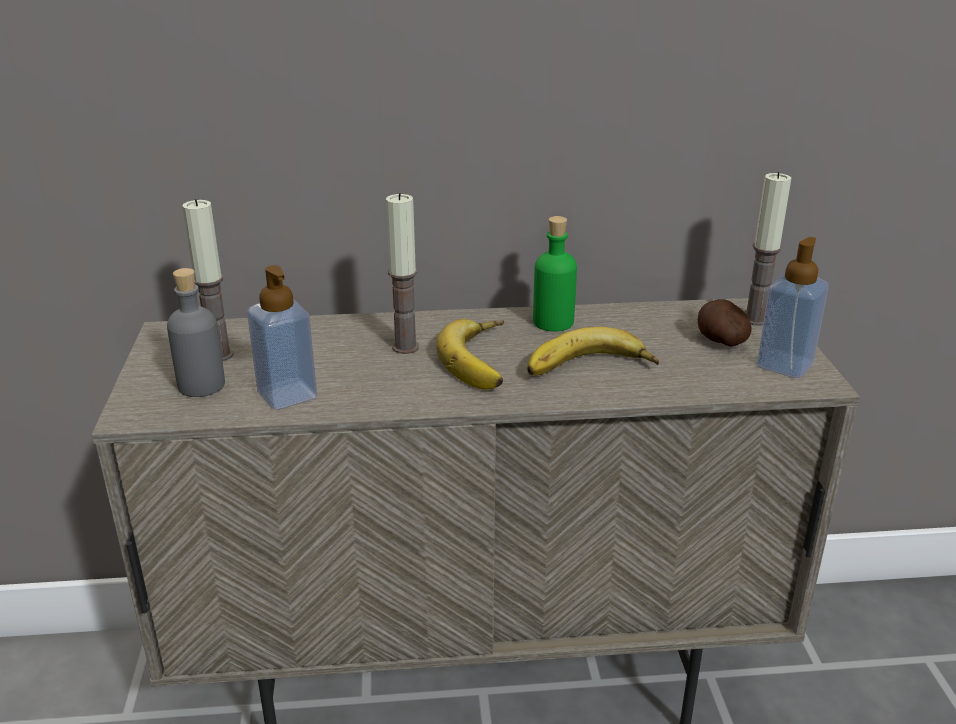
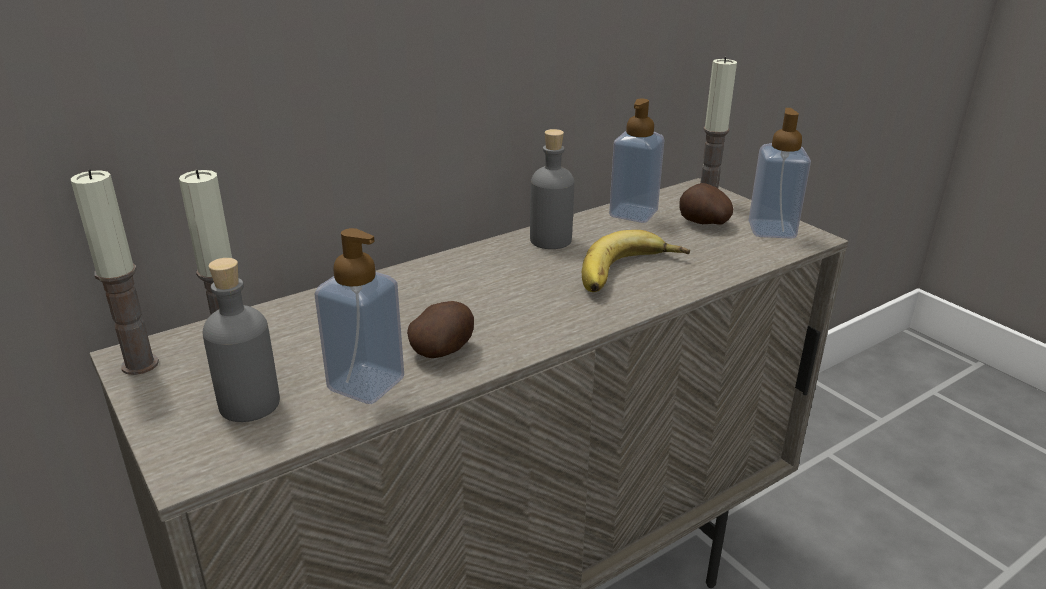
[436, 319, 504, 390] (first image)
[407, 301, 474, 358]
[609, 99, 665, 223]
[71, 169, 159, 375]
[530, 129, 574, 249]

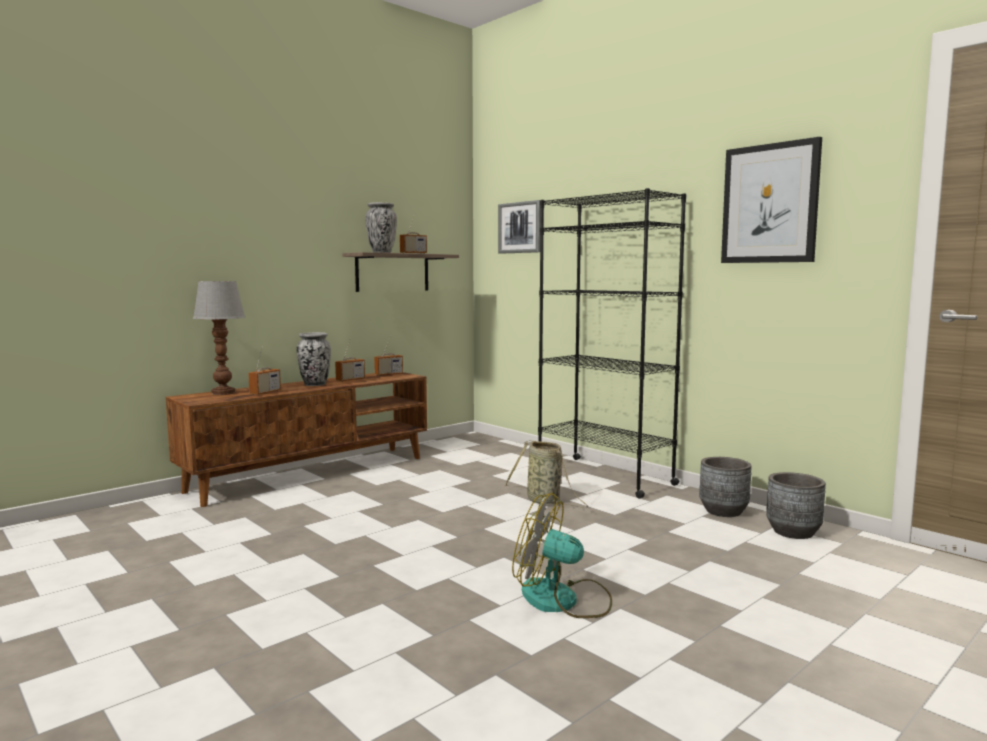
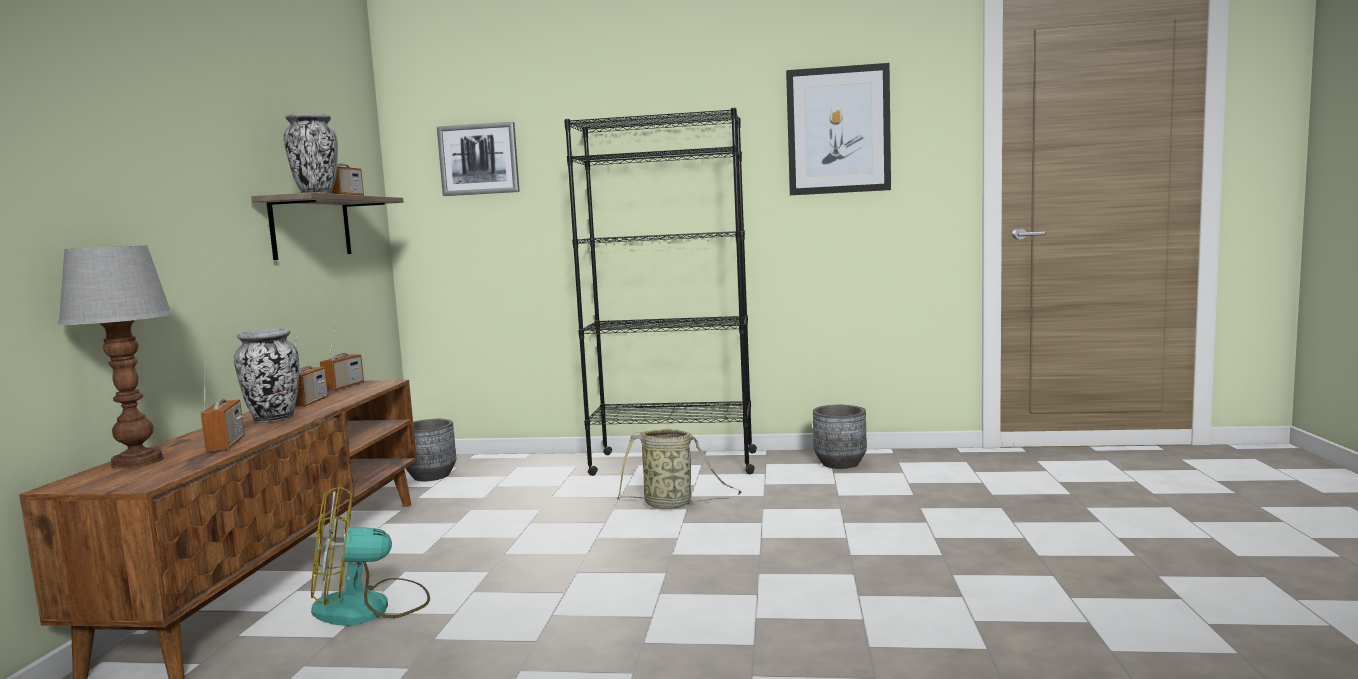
[311, 486, 430, 626]
[405, 419, 456, 481]

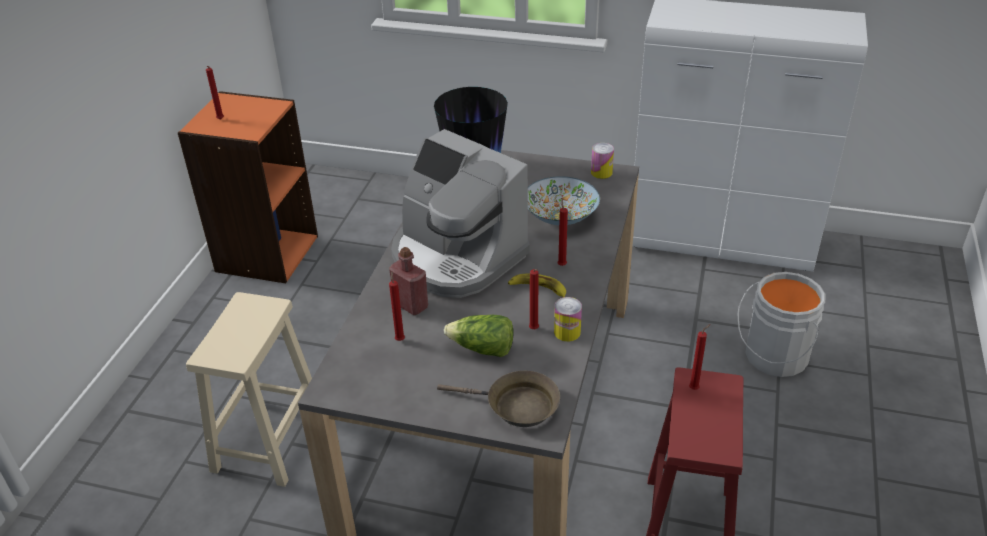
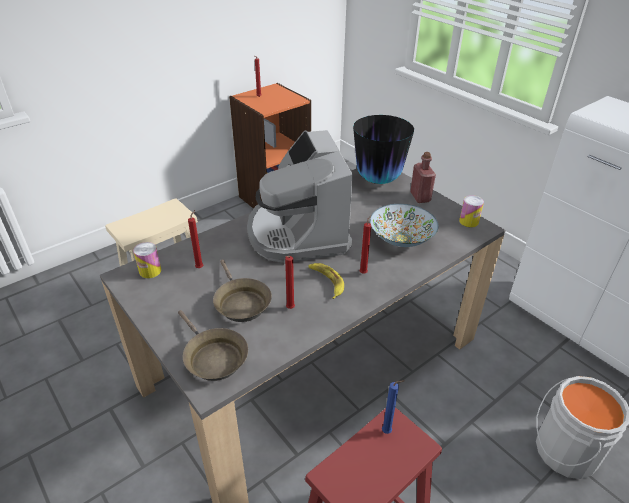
[410, 152, 436, 203]
[133, 242, 161, 278]
[213, 259, 272, 322]
[382, 380, 404, 434]

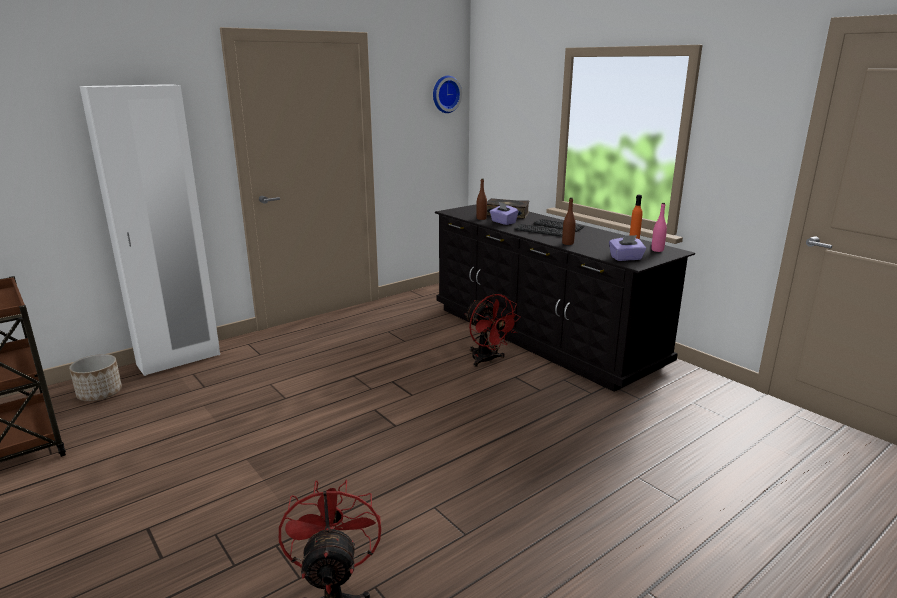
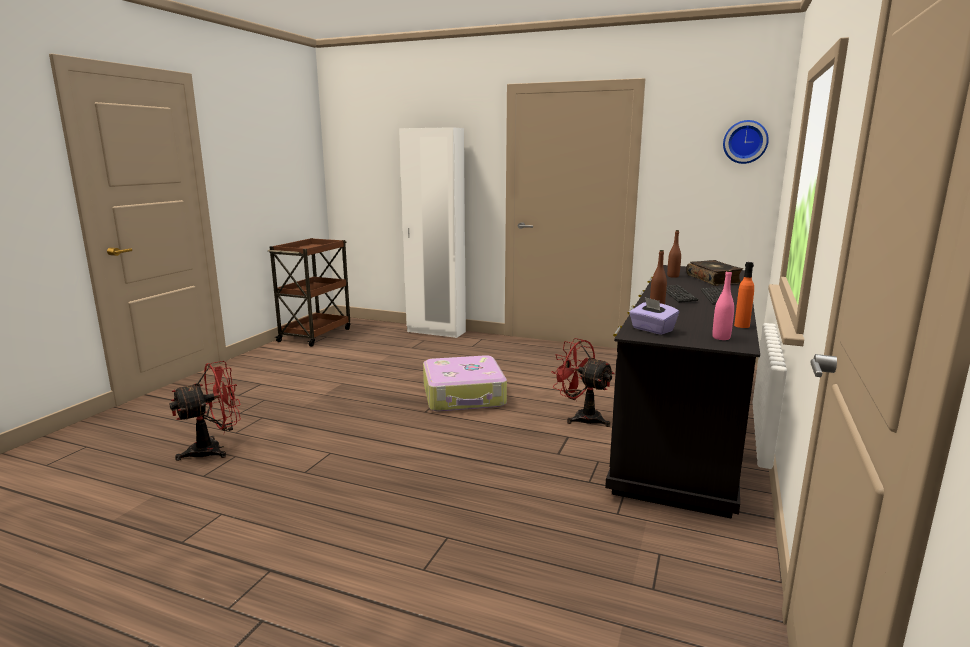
[69, 354, 122, 401] (first image)
[490, 202, 519, 225] (first image)
[423, 355, 507, 412]
[551, 338, 615, 427]

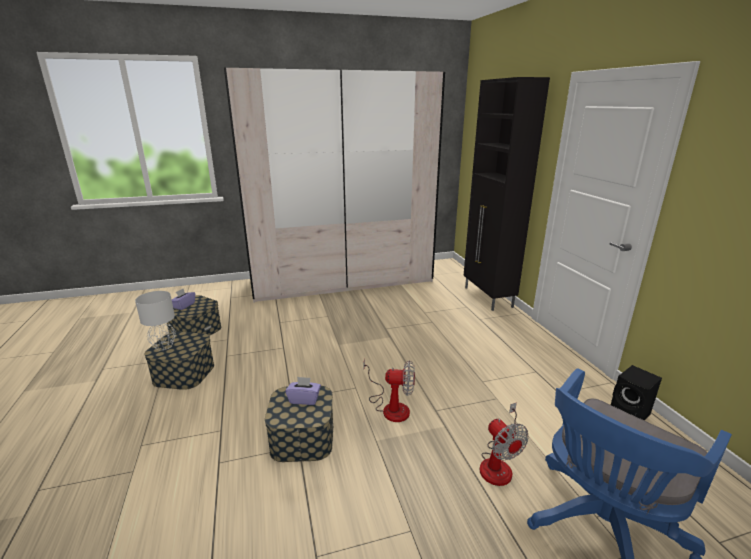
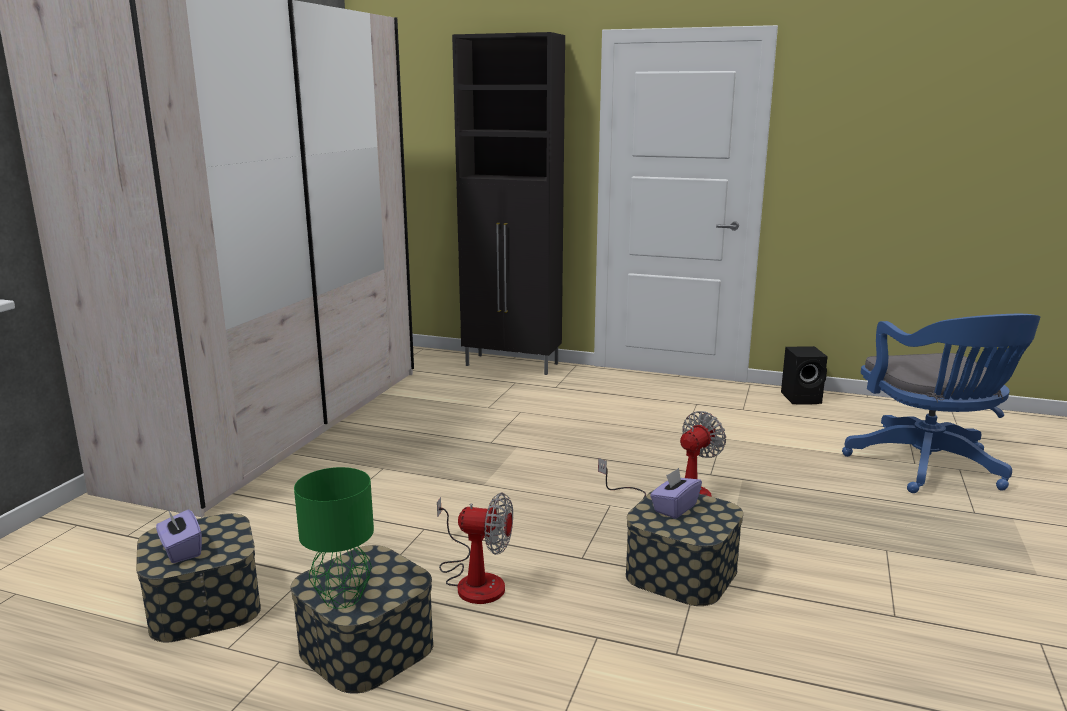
[437, 493, 513, 604]
[294, 467, 374, 609]

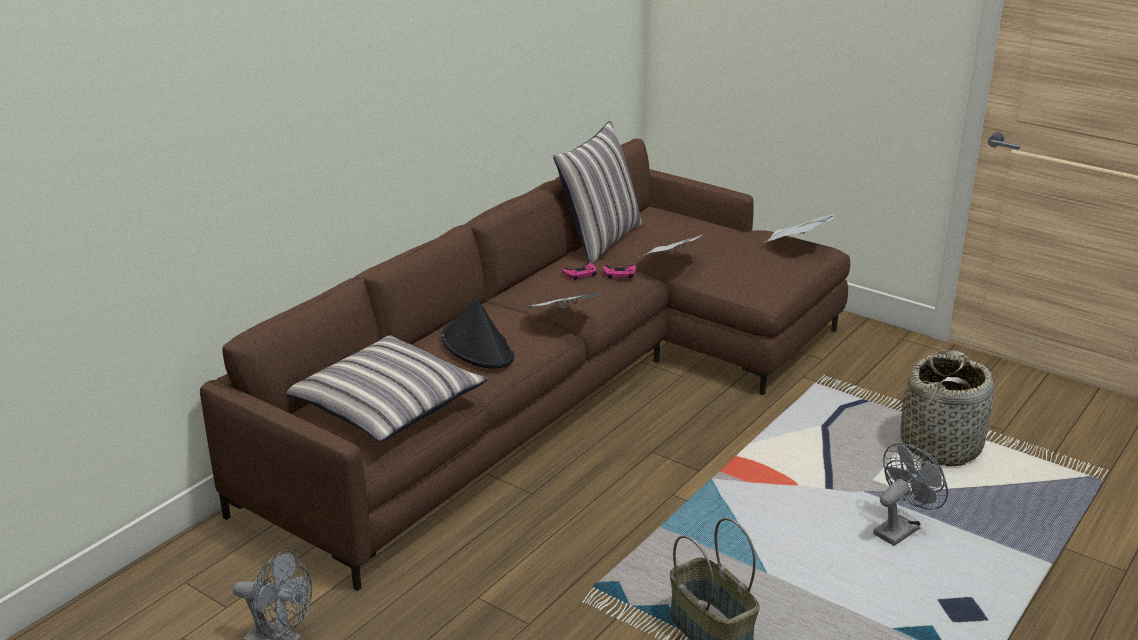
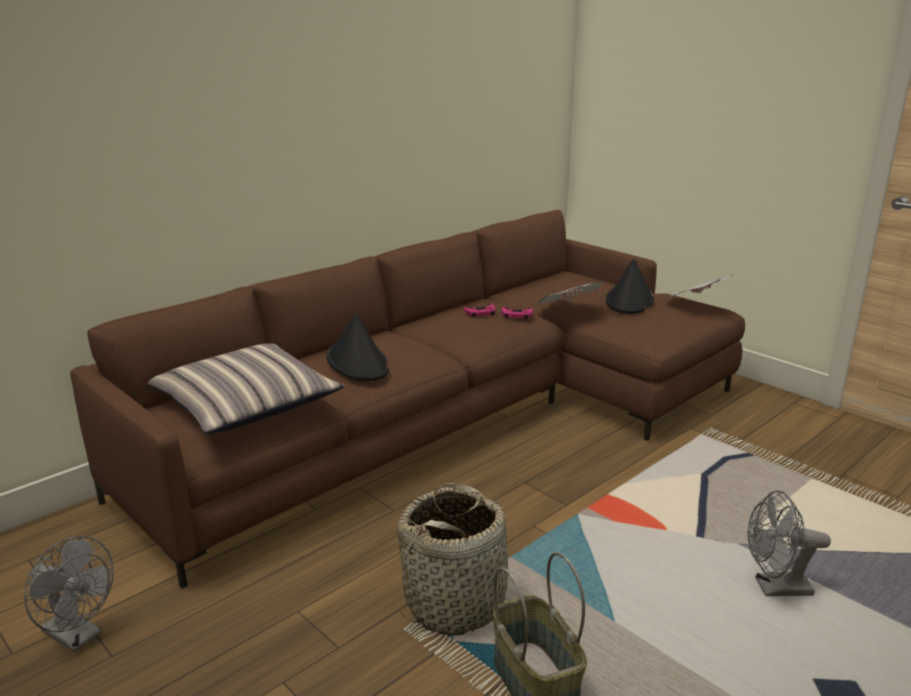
[526, 293, 601, 309] (first image)
[553, 121, 643, 264] (first image)
[606, 258, 654, 314]
[397, 483, 516, 636]
[747, 490, 831, 596]

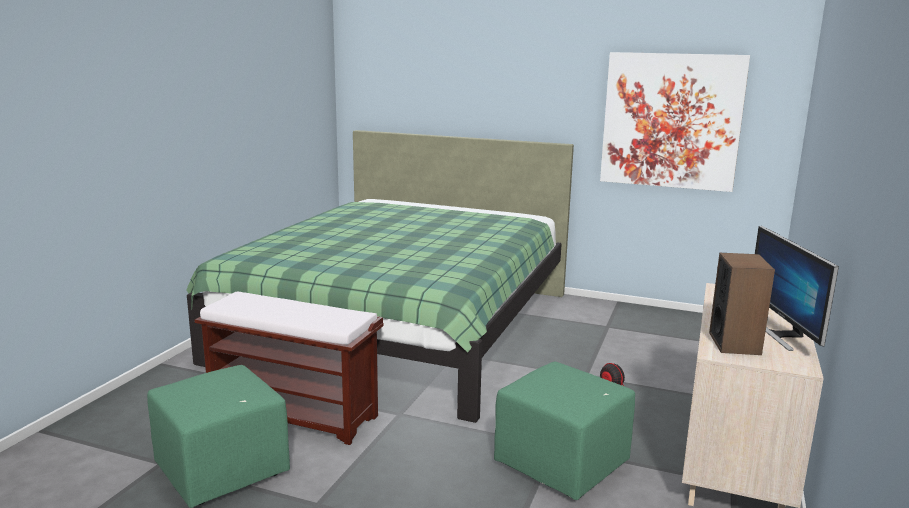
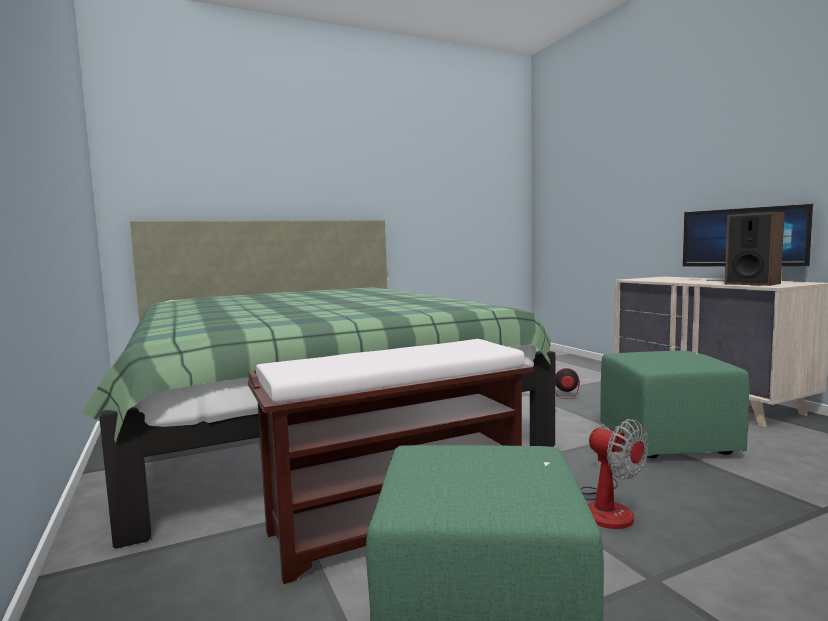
[600, 52, 750, 192] (first image)
[581, 419, 648, 529]

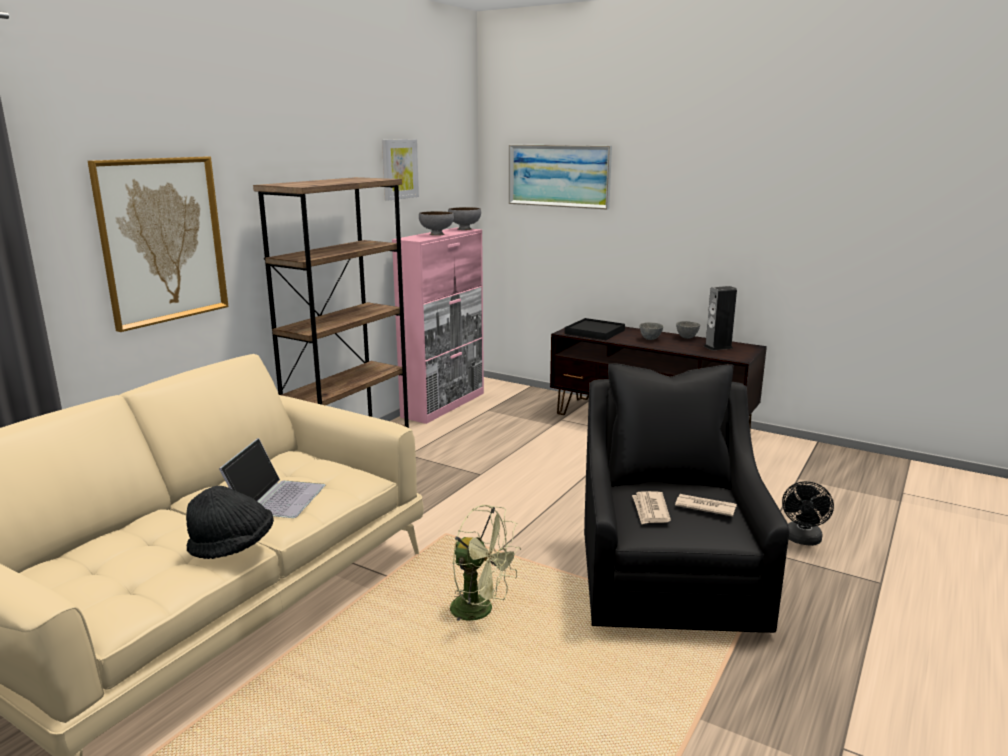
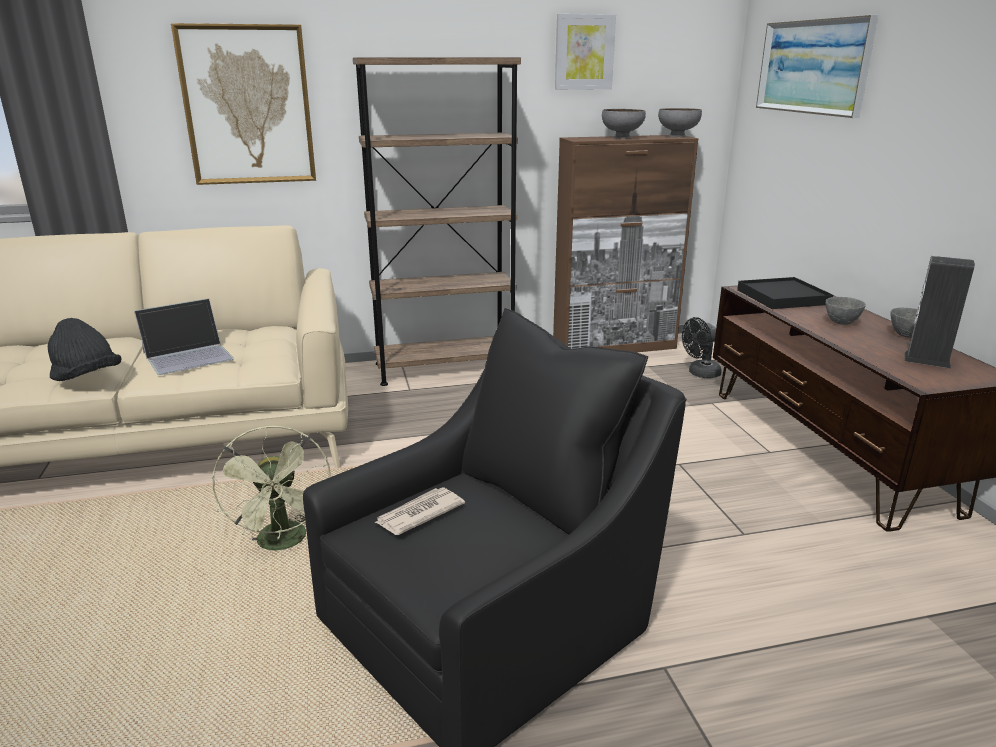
[675, 494, 737, 517] (first image)
[682, 317, 722, 378]
[553, 135, 698, 352]

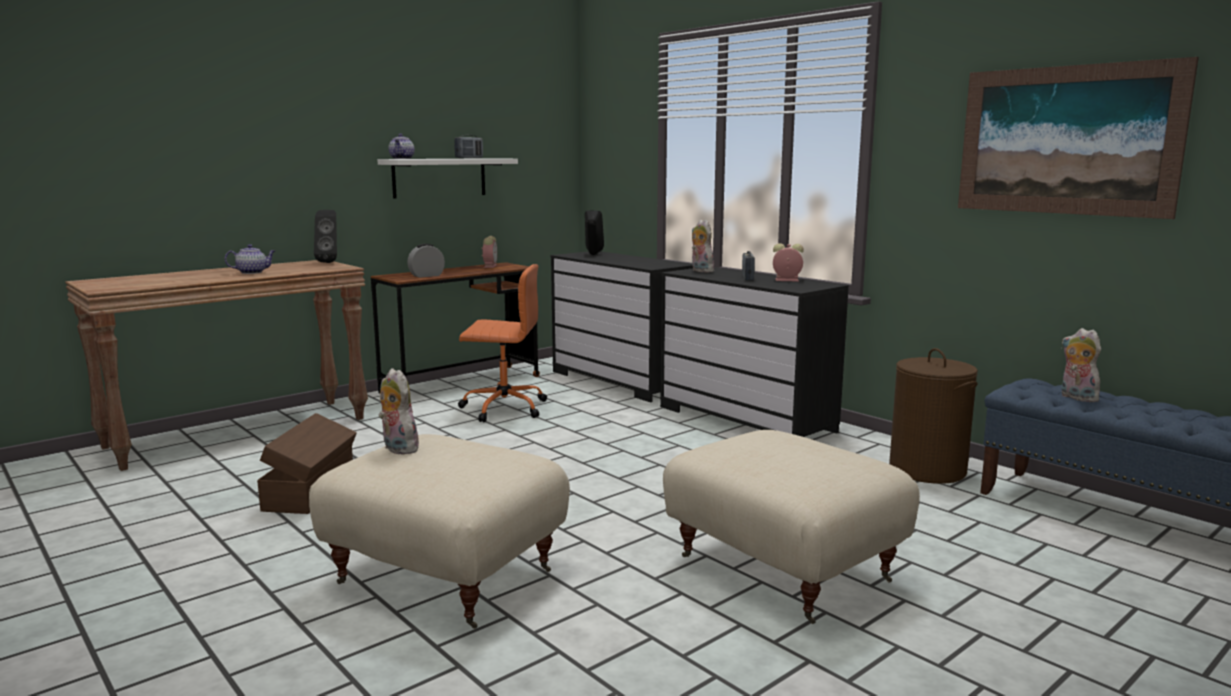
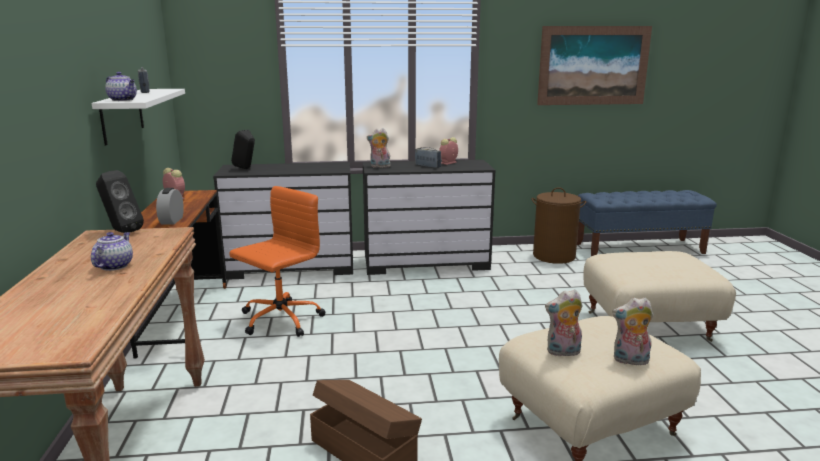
[612, 297, 653, 365]

